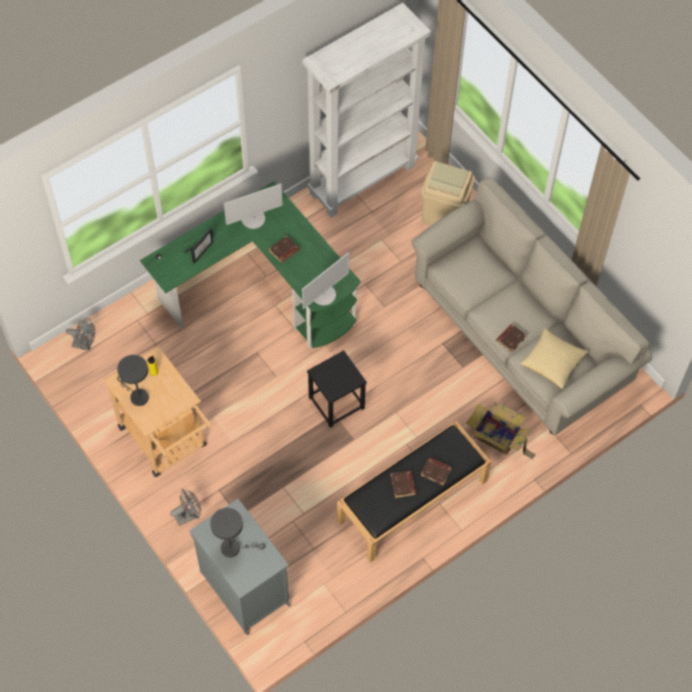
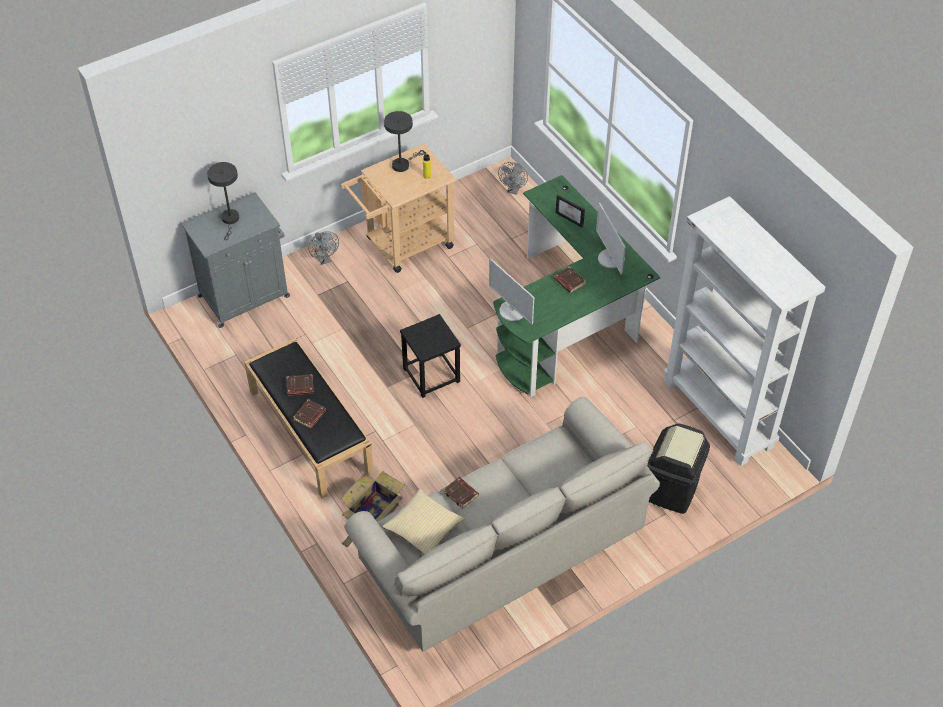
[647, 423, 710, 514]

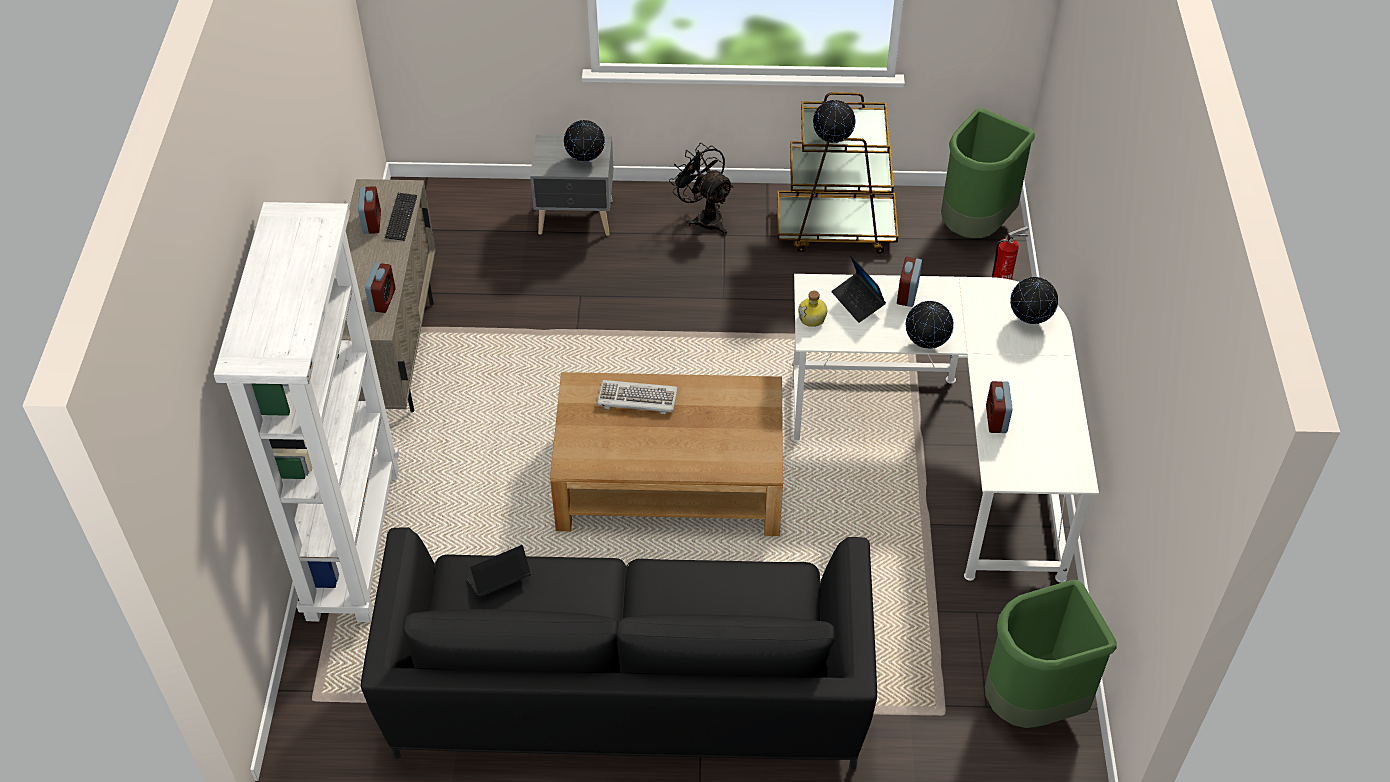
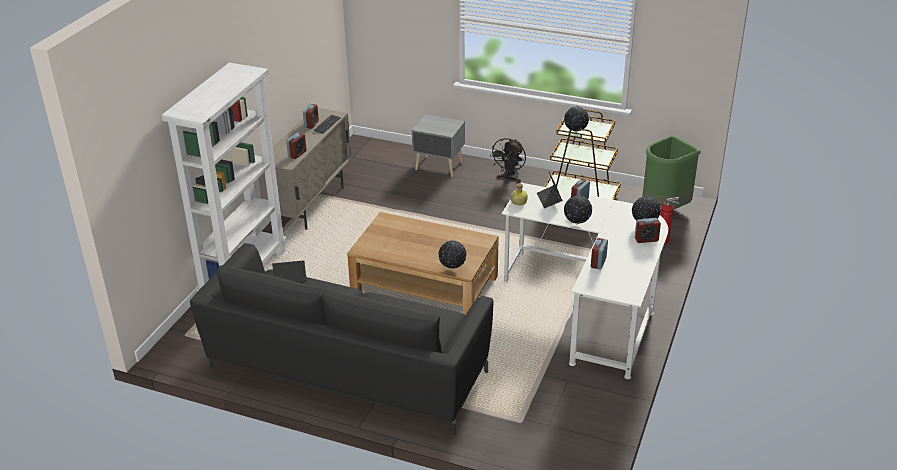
[596, 380, 678, 414] (first image)
[985, 580, 1116, 728] (first image)
[635, 218, 661, 243]
[438, 239, 467, 270]
[490, 138, 526, 183]

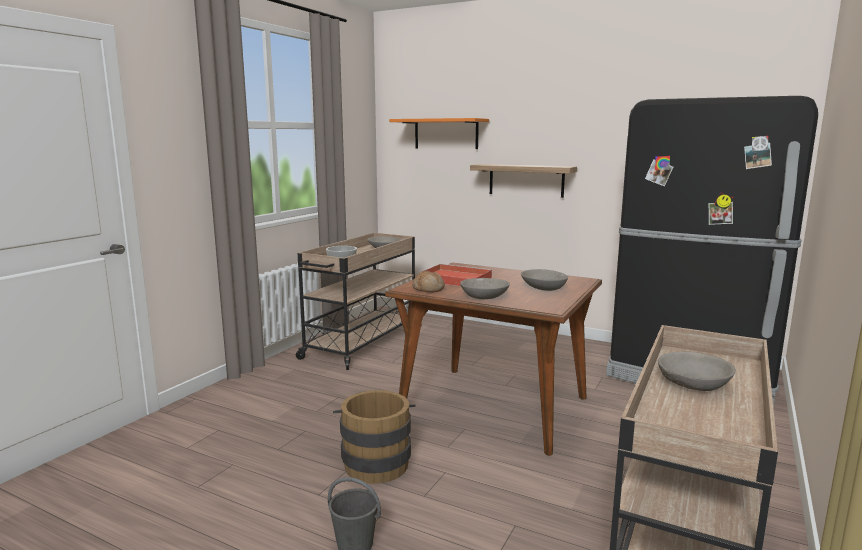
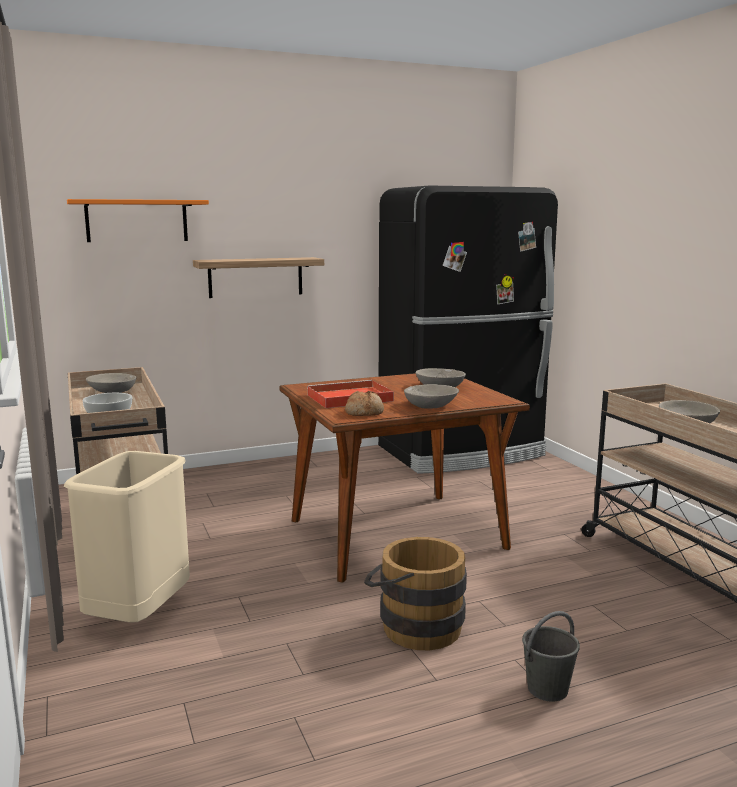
[64, 451, 190, 623]

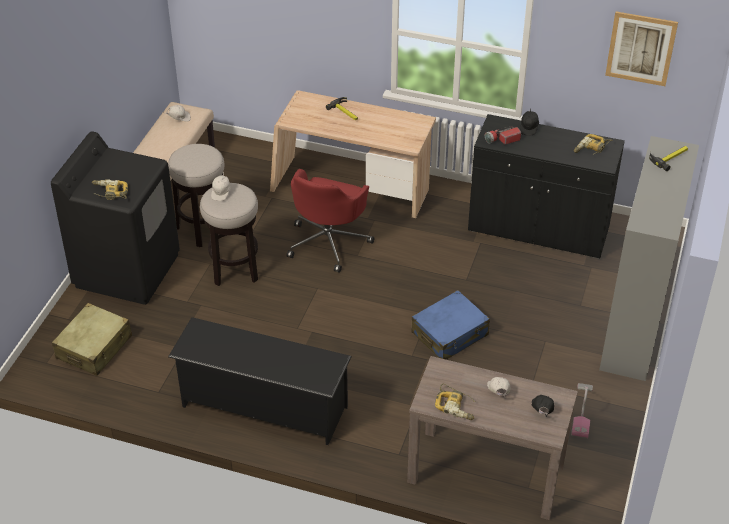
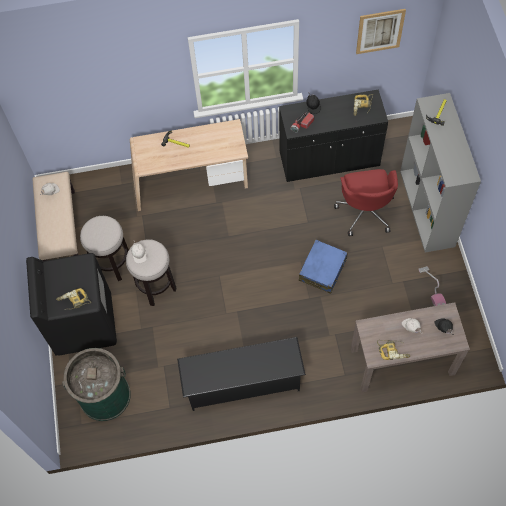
[334, 169, 398, 236]
[62, 348, 131, 421]

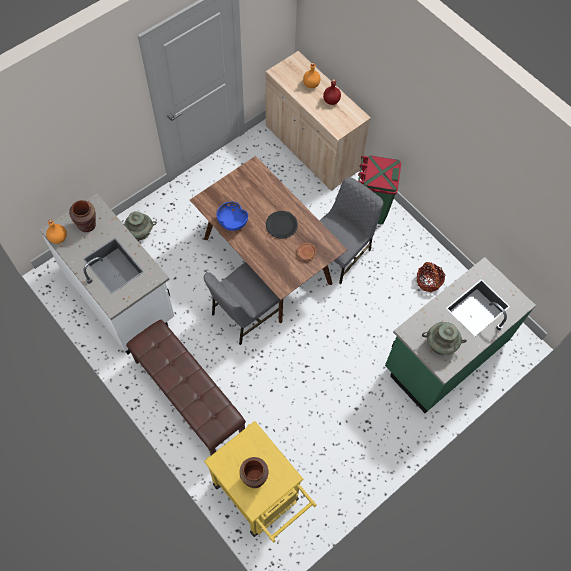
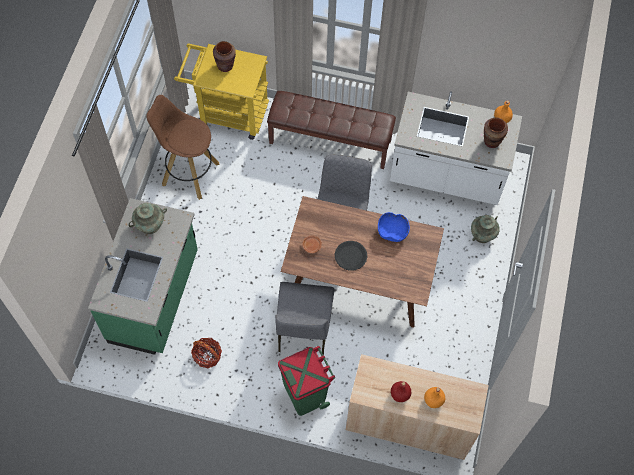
[146, 95, 219, 200]

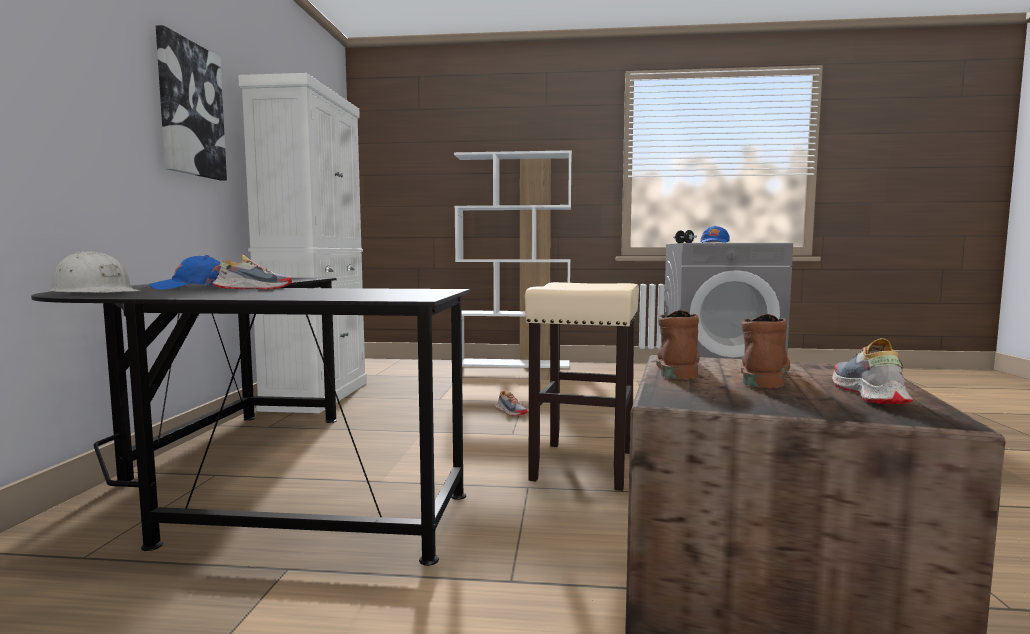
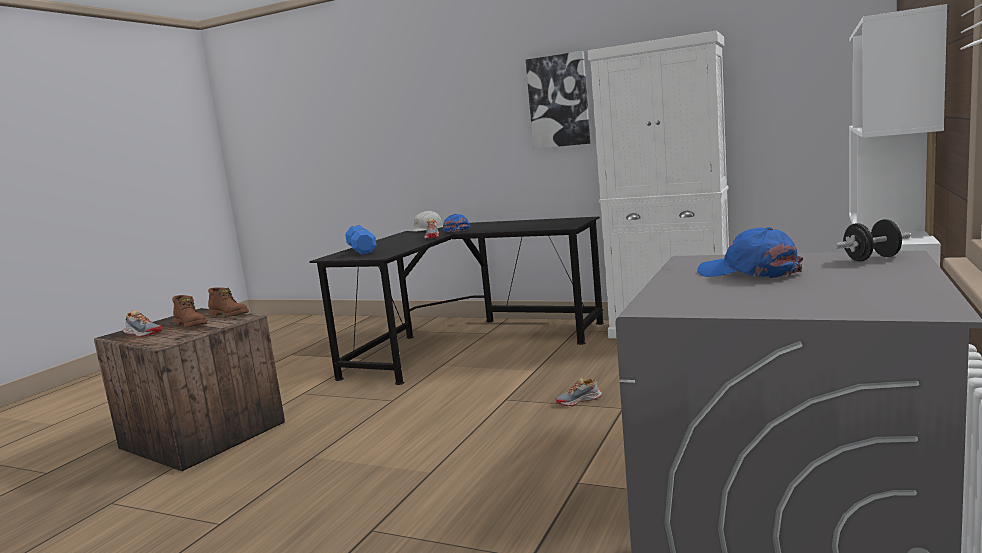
[525, 282, 639, 491] (first image)
[345, 225, 376, 254]

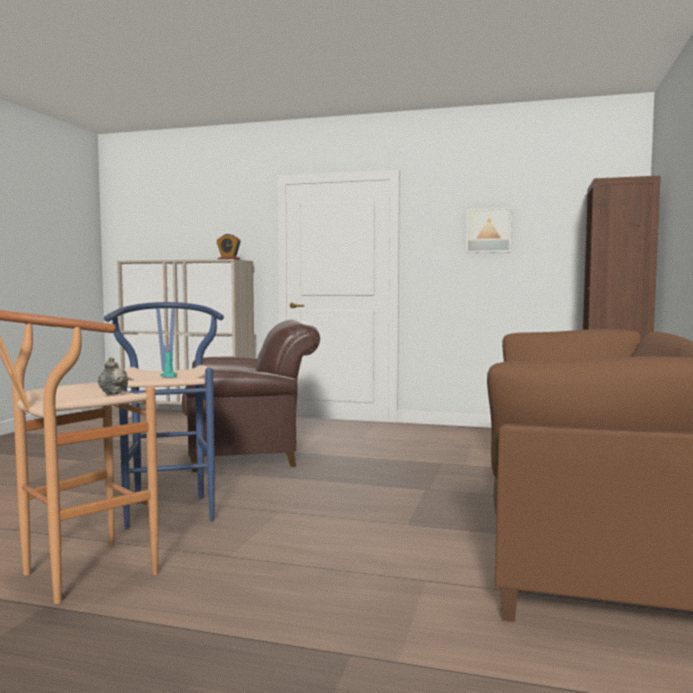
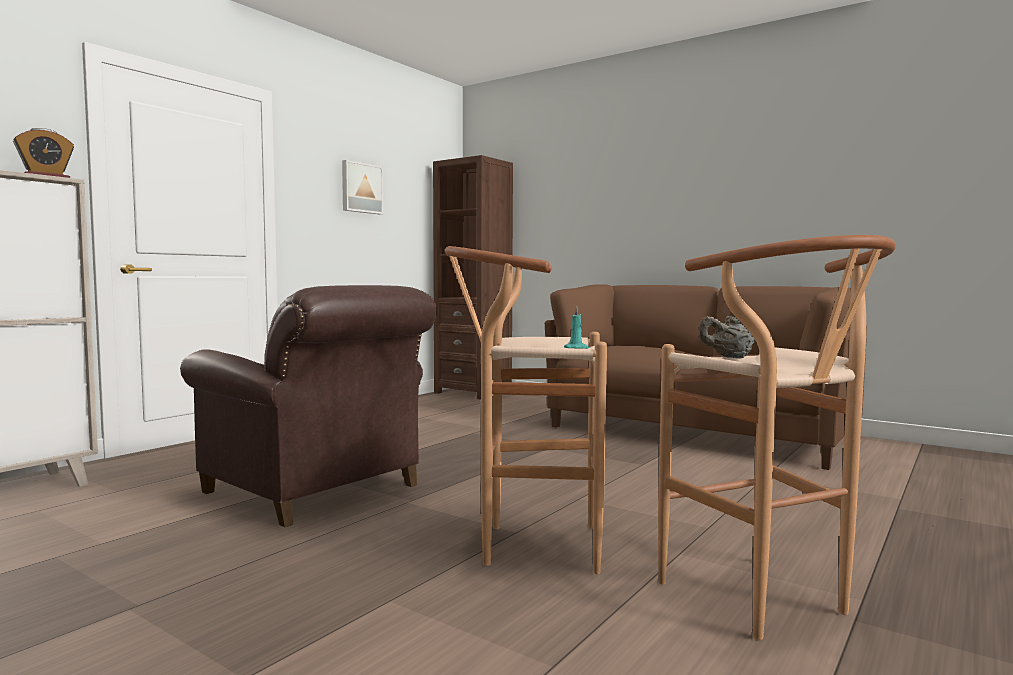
[445, 246, 607, 575]
[180, 285, 437, 527]

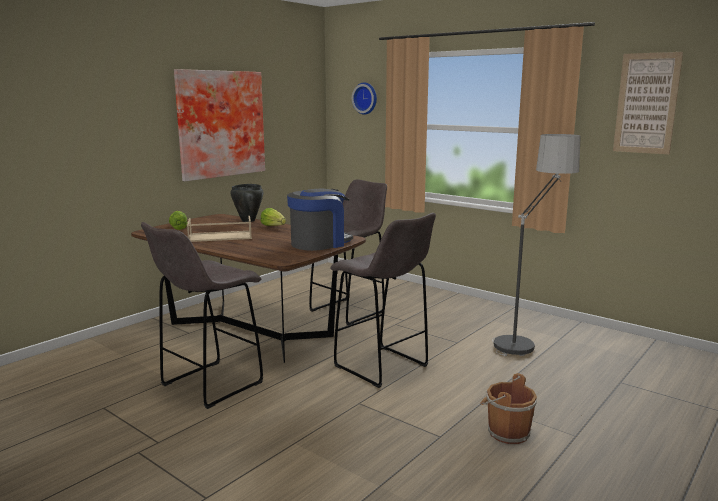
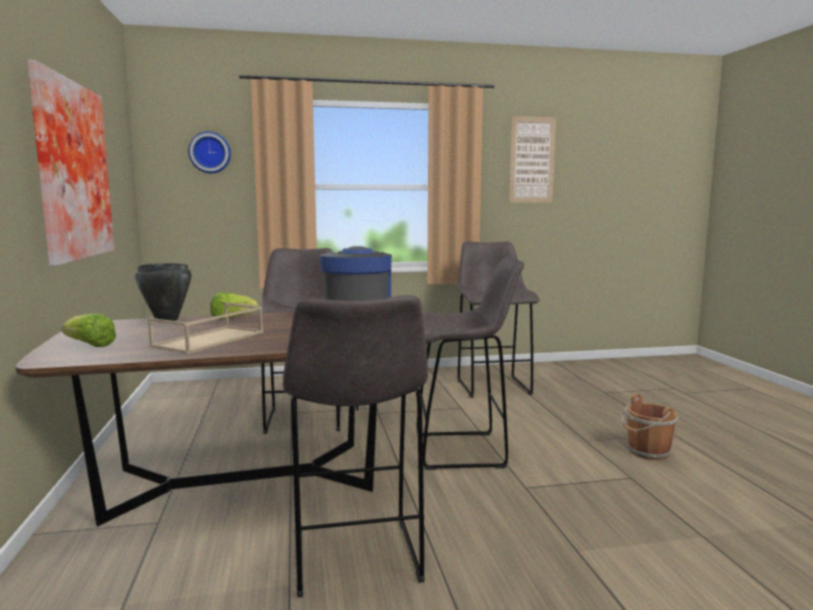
[458, 241, 539, 398]

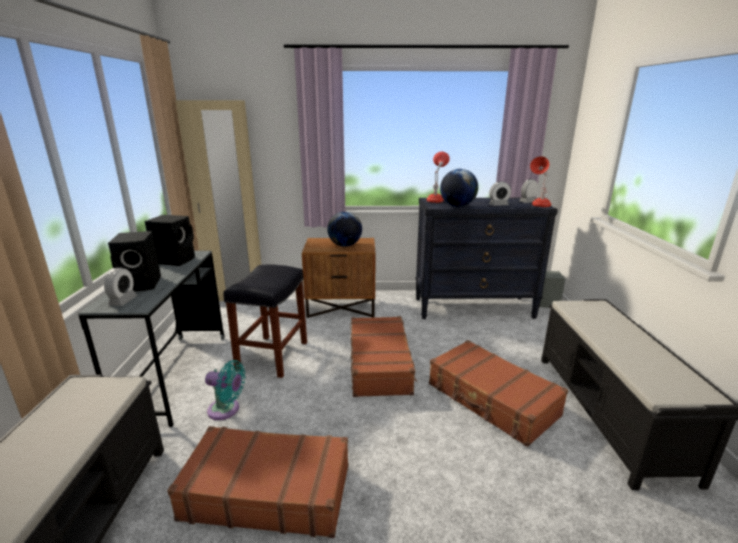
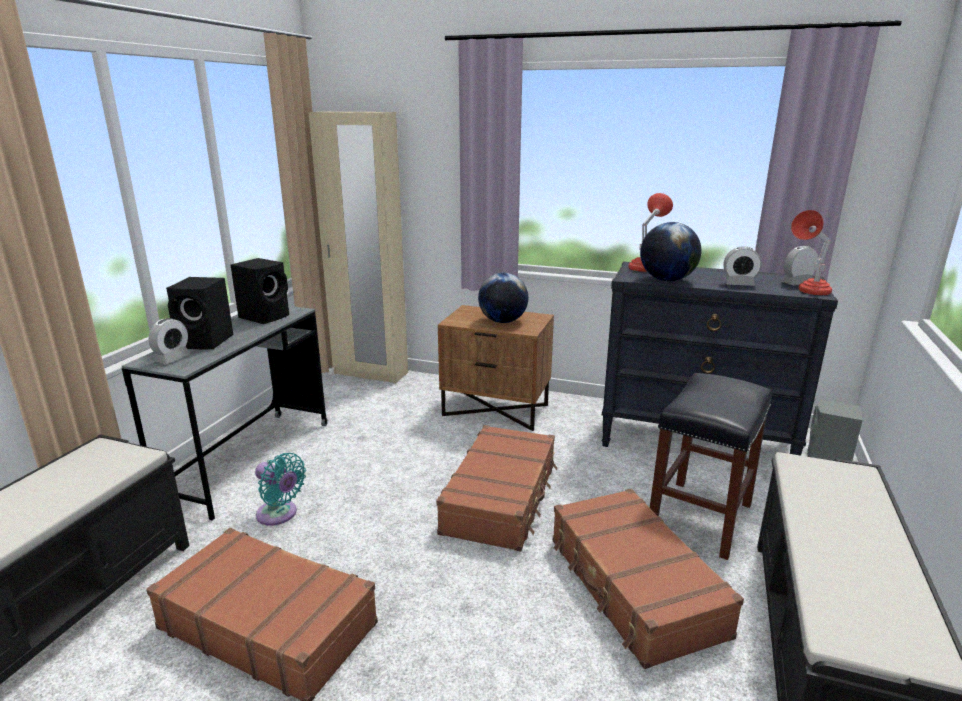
[650, 373, 772, 560]

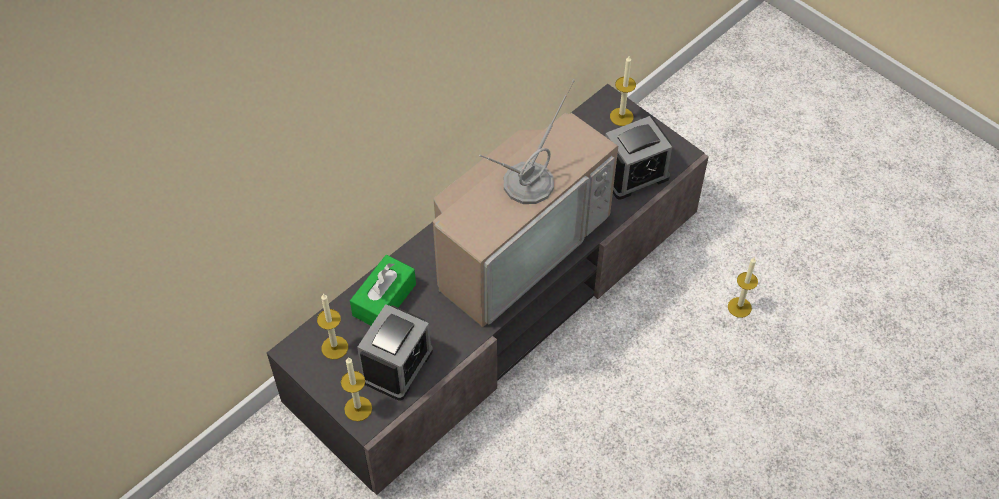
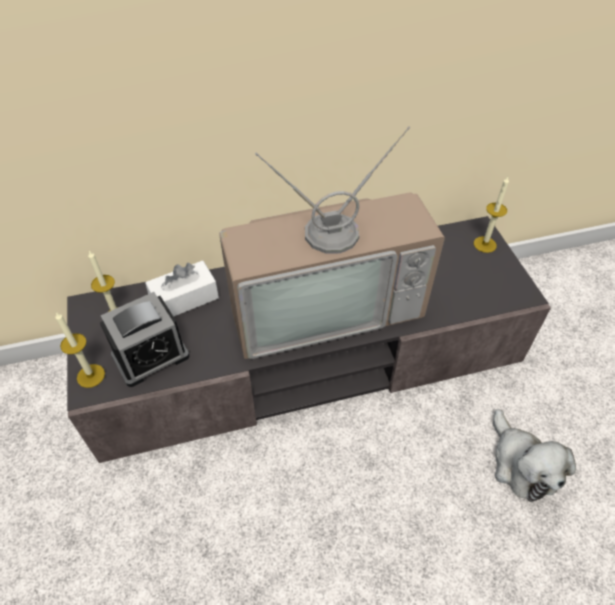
[605, 116, 672, 200] (first image)
[493, 409, 576, 502]
[145, 261, 219, 316]

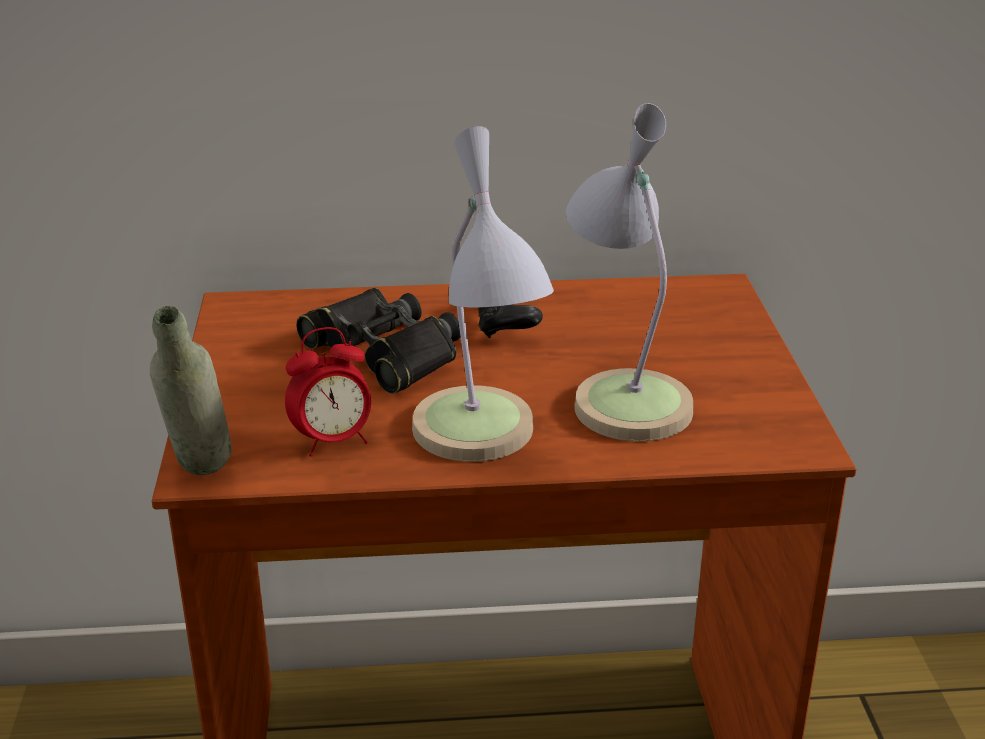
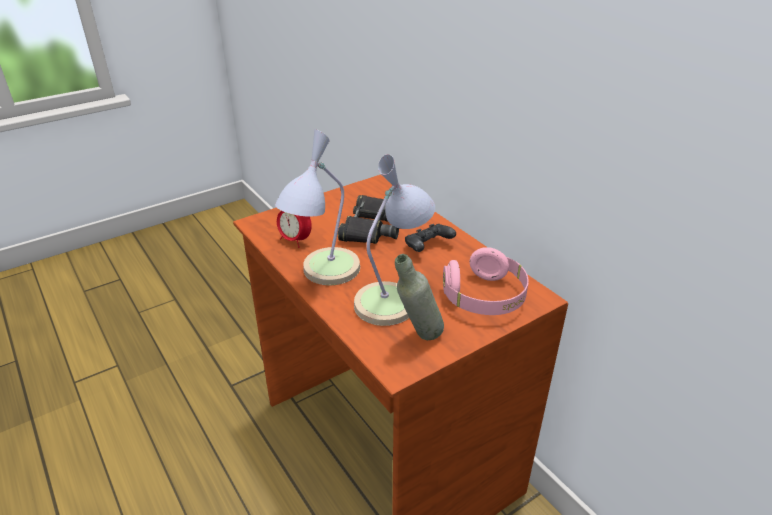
[443, 247, 529, 315]
[395, 254, 444, 340]

